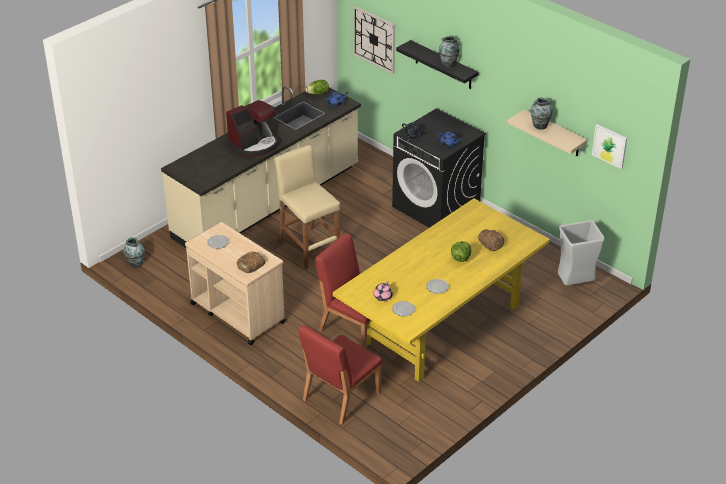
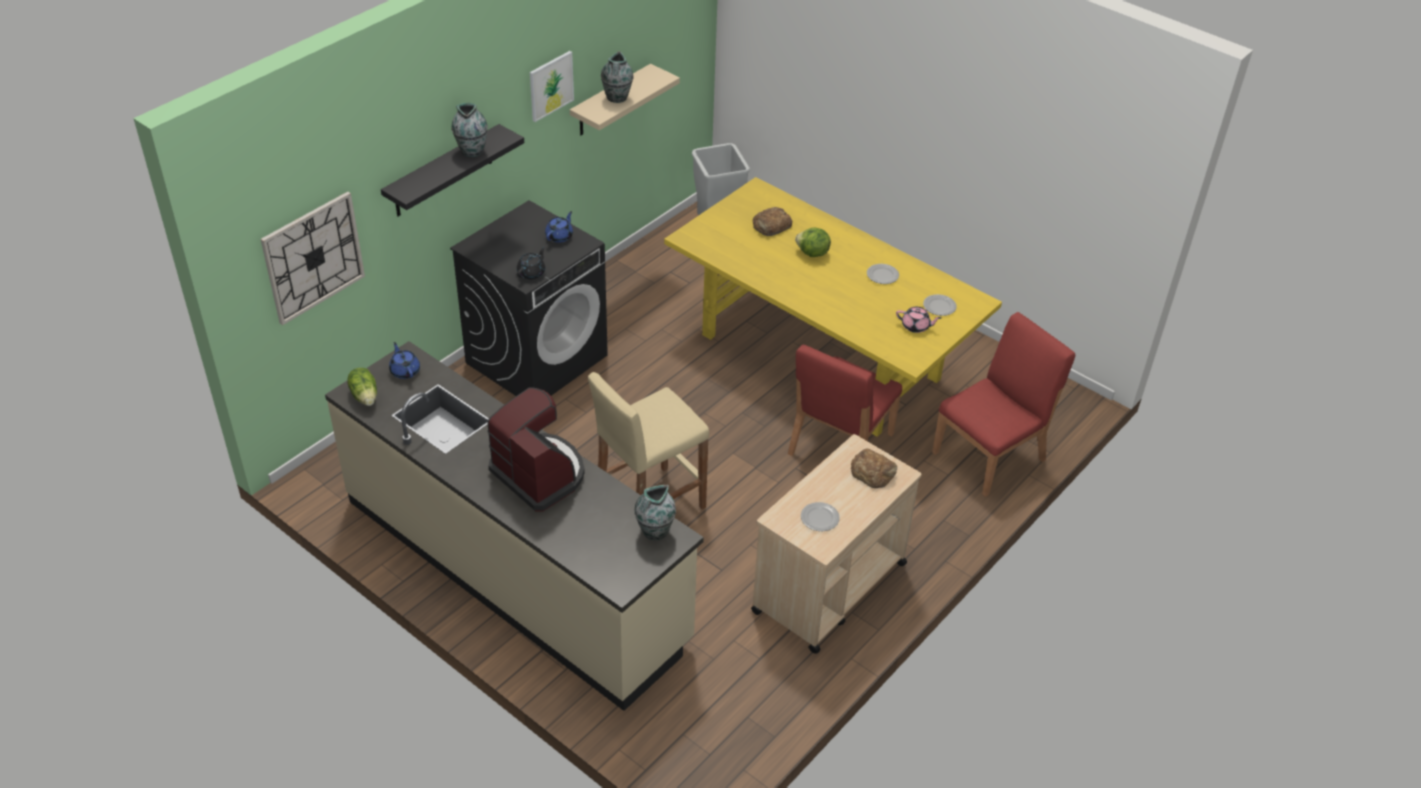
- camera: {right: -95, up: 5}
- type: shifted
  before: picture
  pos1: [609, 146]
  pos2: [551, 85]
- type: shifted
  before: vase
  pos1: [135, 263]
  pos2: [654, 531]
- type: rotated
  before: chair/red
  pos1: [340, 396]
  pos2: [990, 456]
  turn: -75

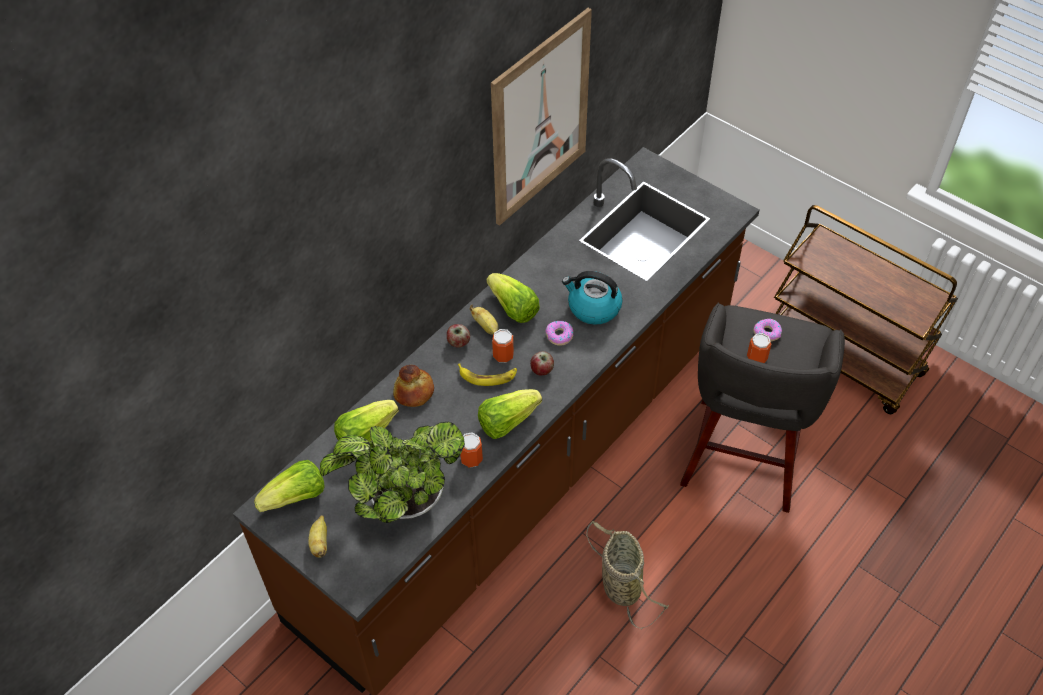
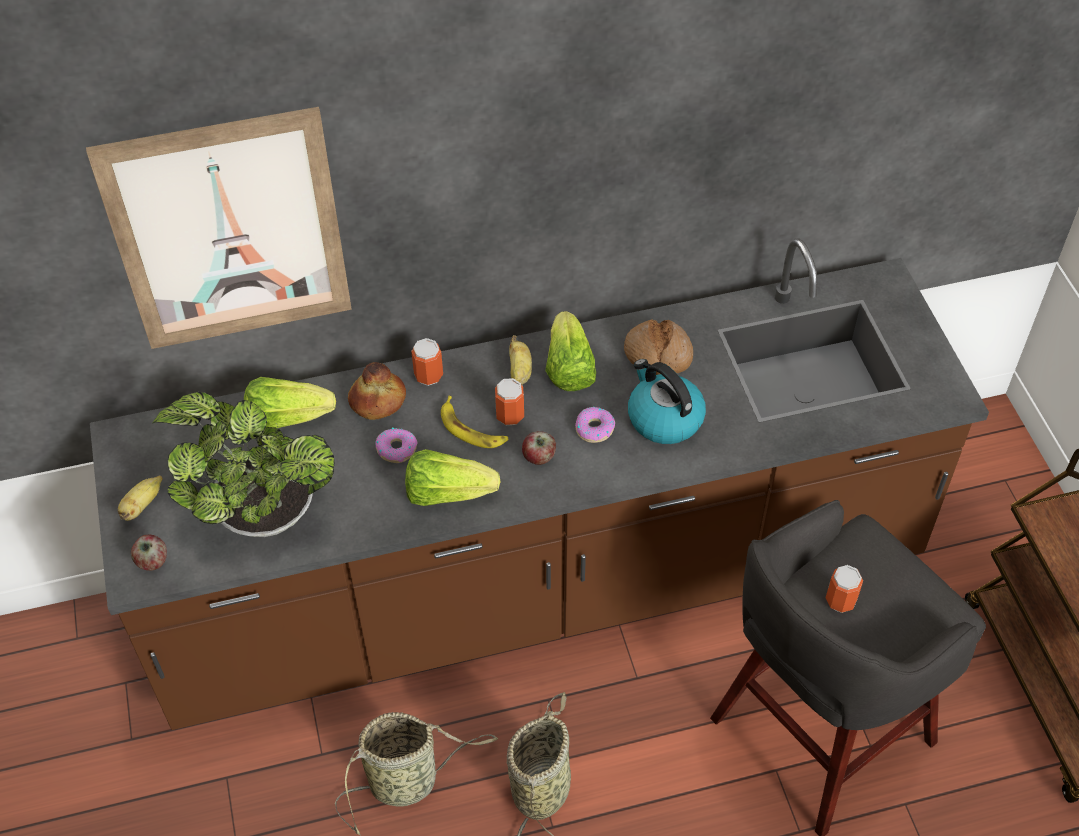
- camera: {right: 35, up: 0}
- type: shifted
  before: picture
  pos1: [540, 119]
  pos2: [229, 232]
- type: shifted
  before: apple
  pos1: [458, 342]
  pos2: [152, 561]
- type: new
  after: basket
  pos2: [408, 781]
- type: shifted
  before: donut
  pos1: [767, 333]
  pos2: [396, 449]
- type: shifted
  before: can
  pos1: [471, 459]
  pos2: [428, 375]
- type: new
  after: bread
  pos2: [658, 355]
- type: gone
  before: lettuce
  pos1: [296, 497]

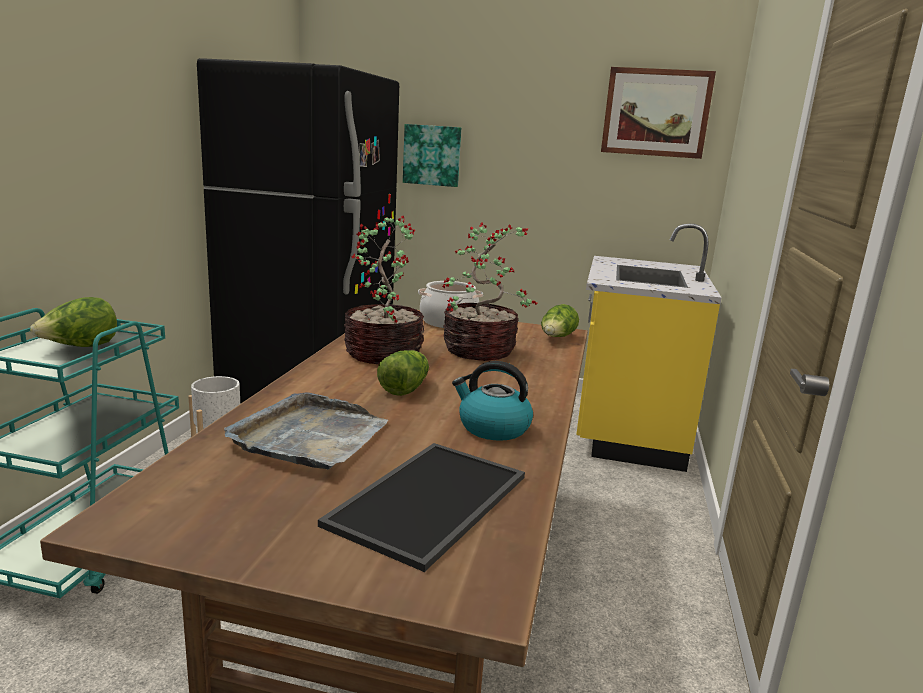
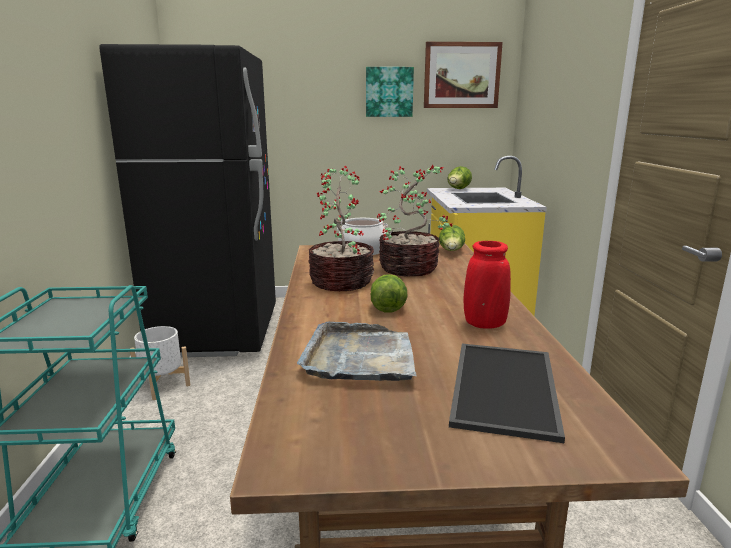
- camera: {right: -15, up: 0}
- type: shifted
  before: picture
  pos1: [432, 155]
  pos2: [389, 92]
- type: shifted
  before: lettuce
  pos1: [80, 348]
  pos2: [458, 189]
- type: swapped
  before: kettle
  after: vase/red
  pos1: [492, 428]
  pos2: [484, 324]

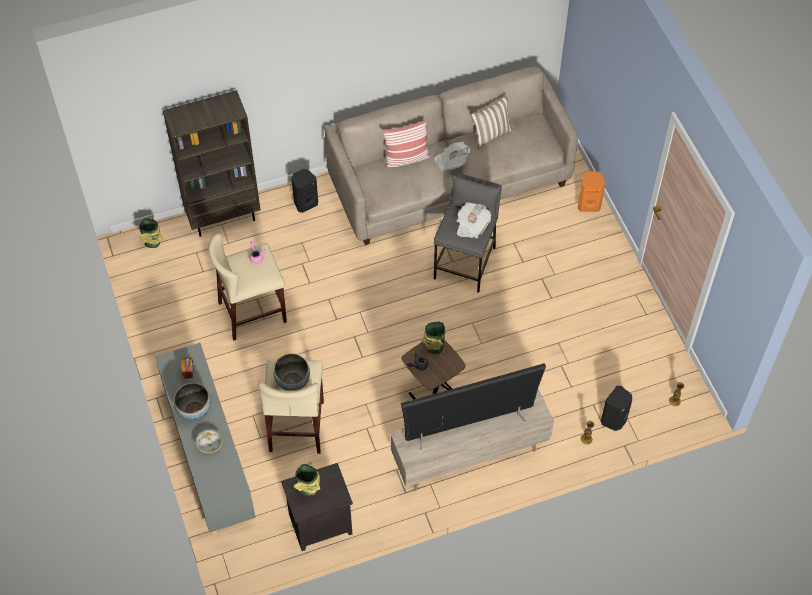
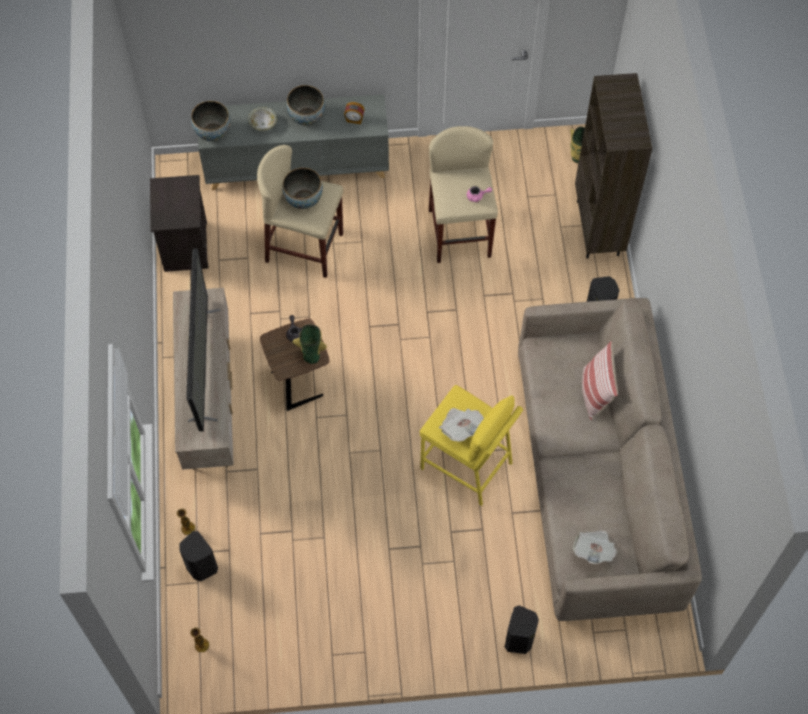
- camera: {right: 105, up: 5}
- type: new
  after: bowl
  pos2: [213, 133]
- type: repainted
  before: stool/grey
  after: stool/yellow
  pos1: [466, 263]
  pos2: [466, 466]
- type: repainted
  before: speaker/orange
  after: speaker/black
  pos1: [588, 204]
  pos2: [519, 640]
- type: shifted
  before: newspaper
  pos1: [451, 162]
  pos2: [594, 550]
- type: gone
  before: vase
  pos1: [309, 489]
- type: gone
  before: pillow
  pos1: [490, 135]

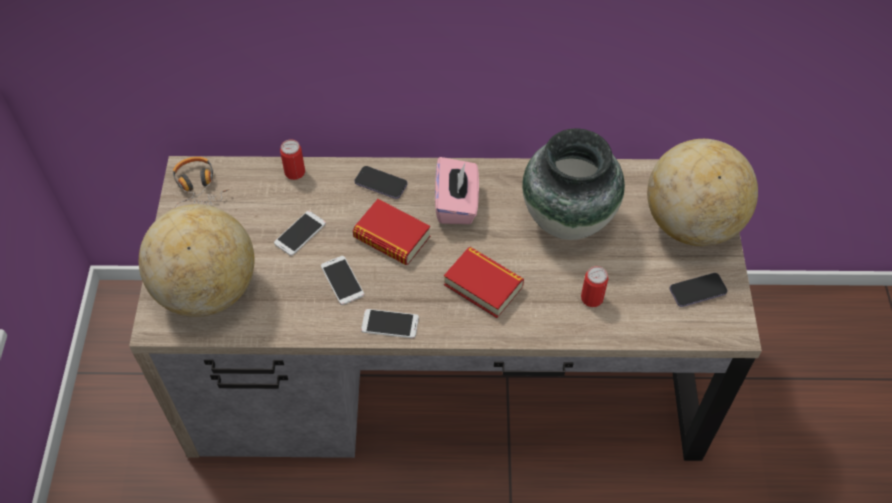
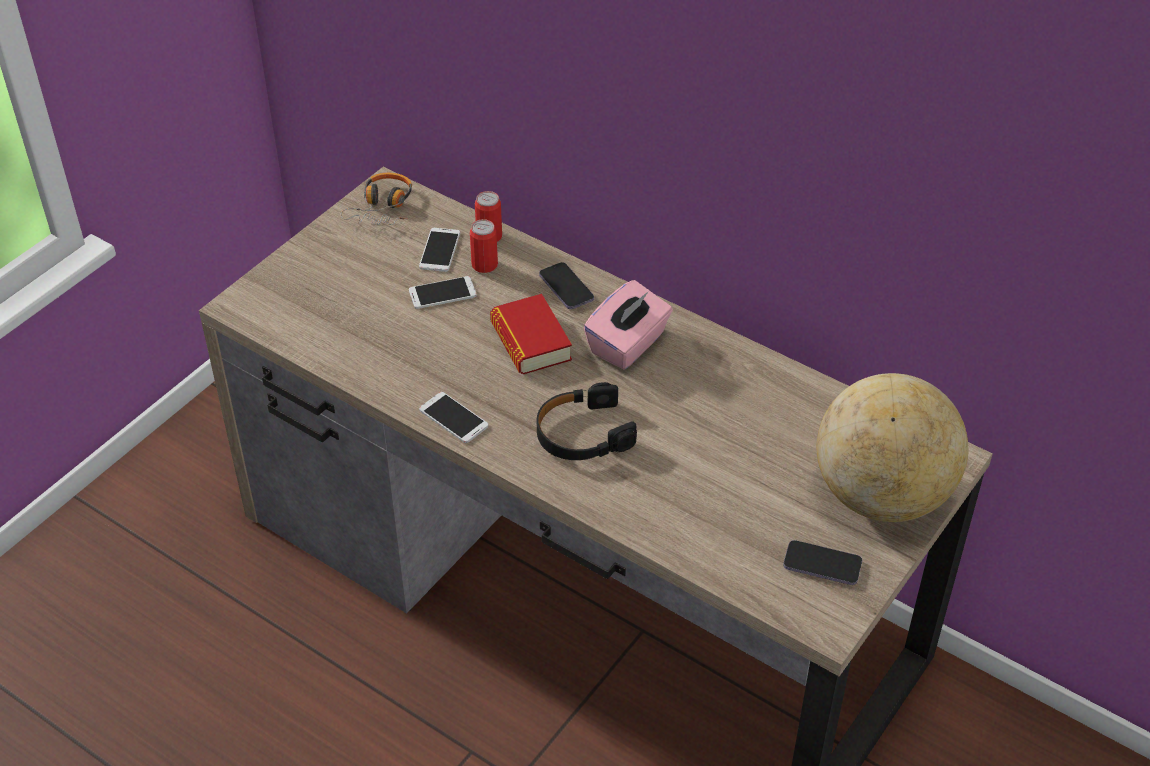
- camera: {right: 35, up: -10}
- type: shifted
  before: phone
  pos1: [342, 280]
  pos2: [439, 250]
- type: shifted
  before: can
  pos1: [592, 298]
  pos2: [484, 265]
- type: swapped
  before: book
  after: headphones/black
  pos1: [483, 285]
  pos2: [582, 433]
- type: gone
  before: globe
  pos1: [208, 290]
- type: gone
  before: vase
  pos1: [568, 220]

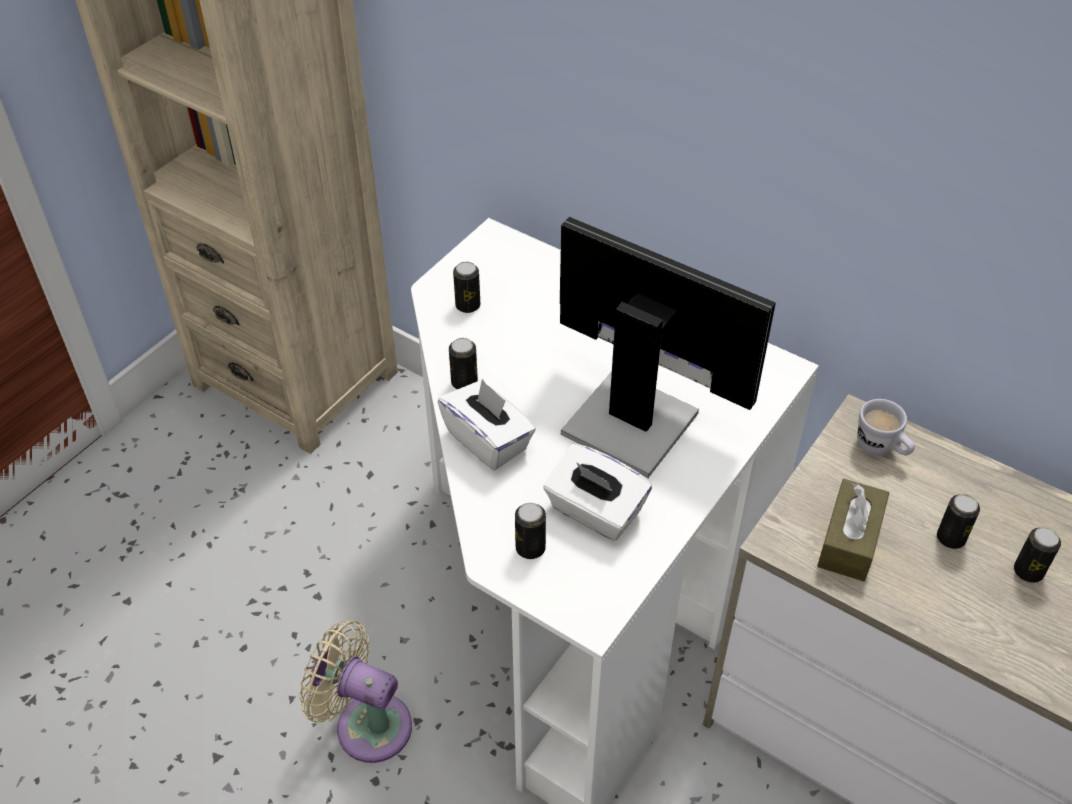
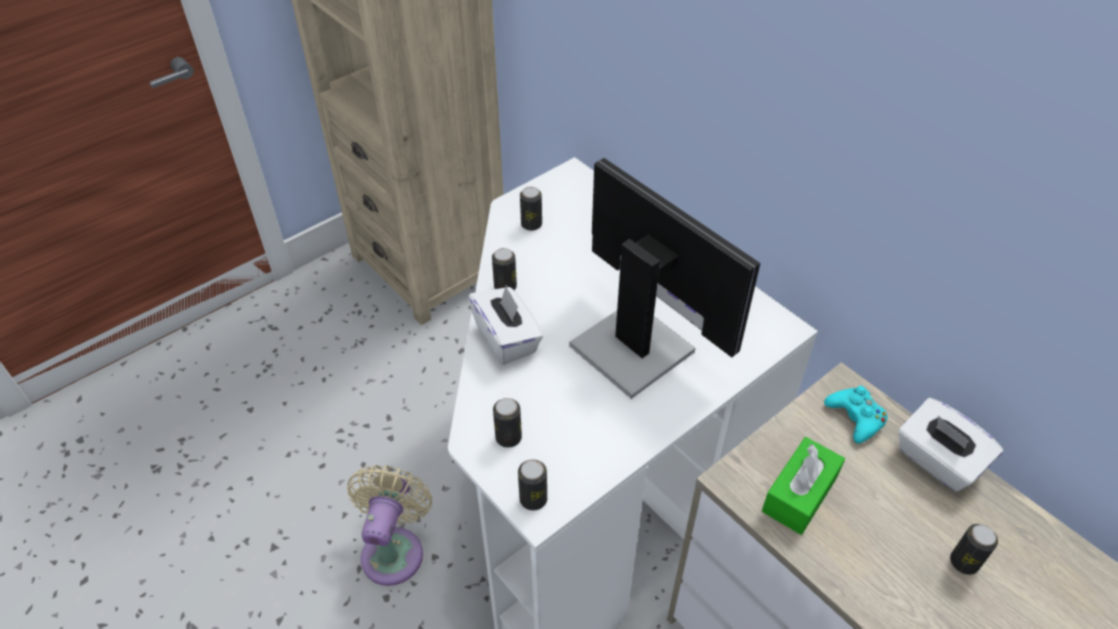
- camera: {right: 15, up: 0}
- type: rotated
  before: fan/beige
  pos1: [366, 724]
  pos2: [394, 549]
  turn: 60
- type: shifted
  before: can
  pos1: [950, 538]
  pos2: [533, 499]
- type: repainted
  before: tissue box/brown
  after: tissue box/green
  pos1: [849, 540]
  pos2: [799, 494]
- type: swapped
  before: mug/white
  after: game controller/turquoise
  pos1: [881, 449]
  pos2: [855, 418]
- type: shifted
  before: tissue box/white
  pos1: [595, 512]
  pos2: [937, 461]

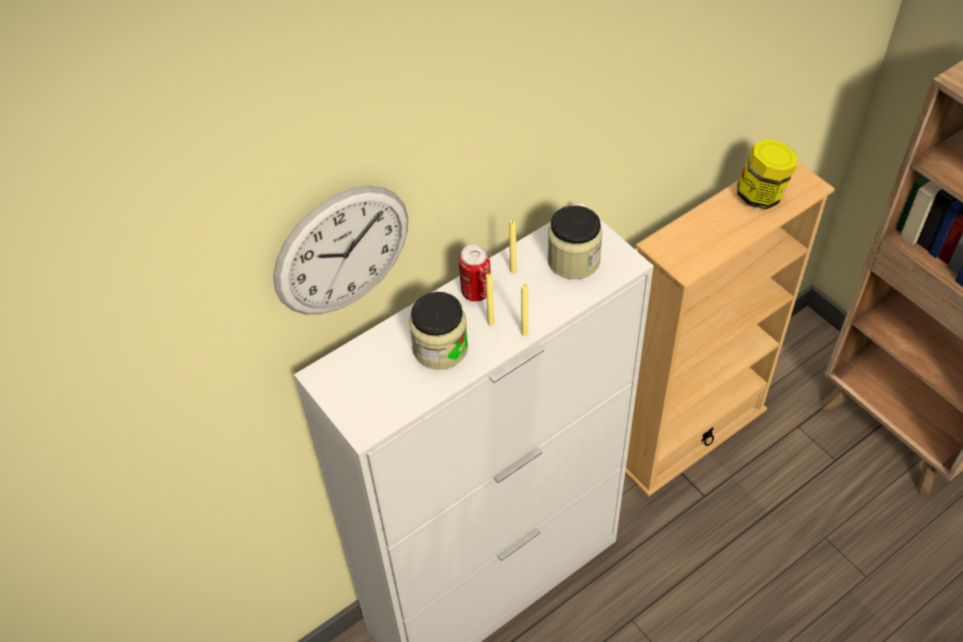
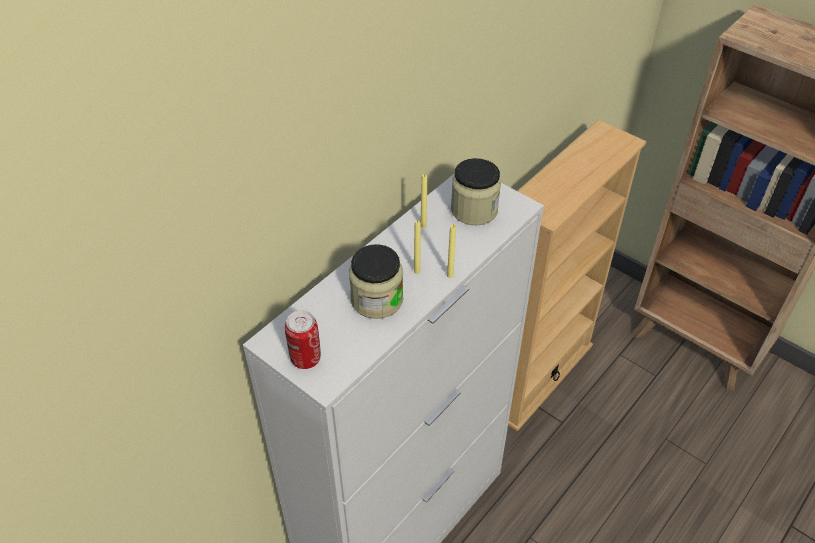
- camera: {right: -15, up: -5}
- type: shifted
  before: can
  pos1: [476, 292]
  pos2: [305, 359]
- type: gone
  before: wall clock
  pos1: [342, 251]
- type: gone
  before: jar
  pos1: [761, 195]

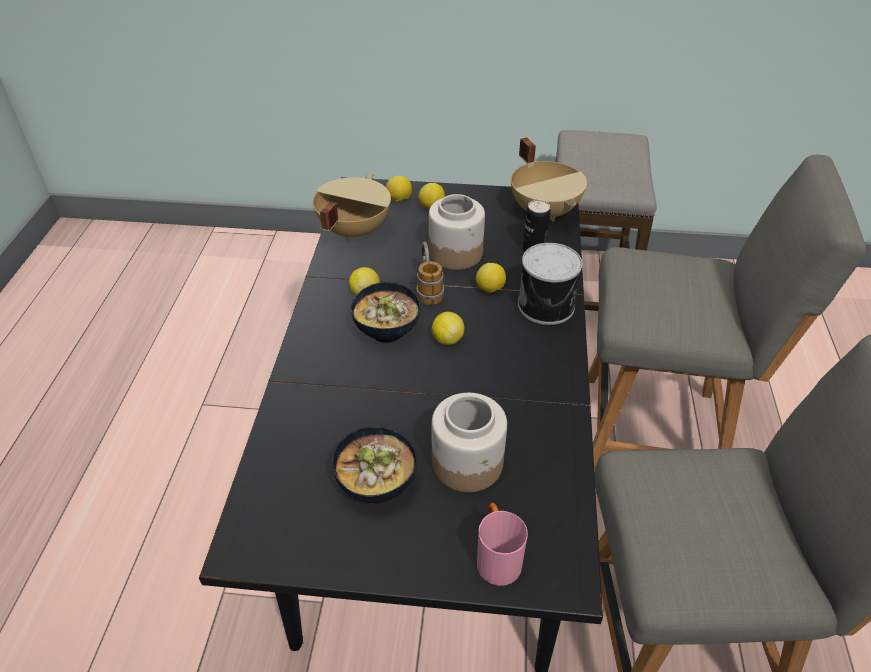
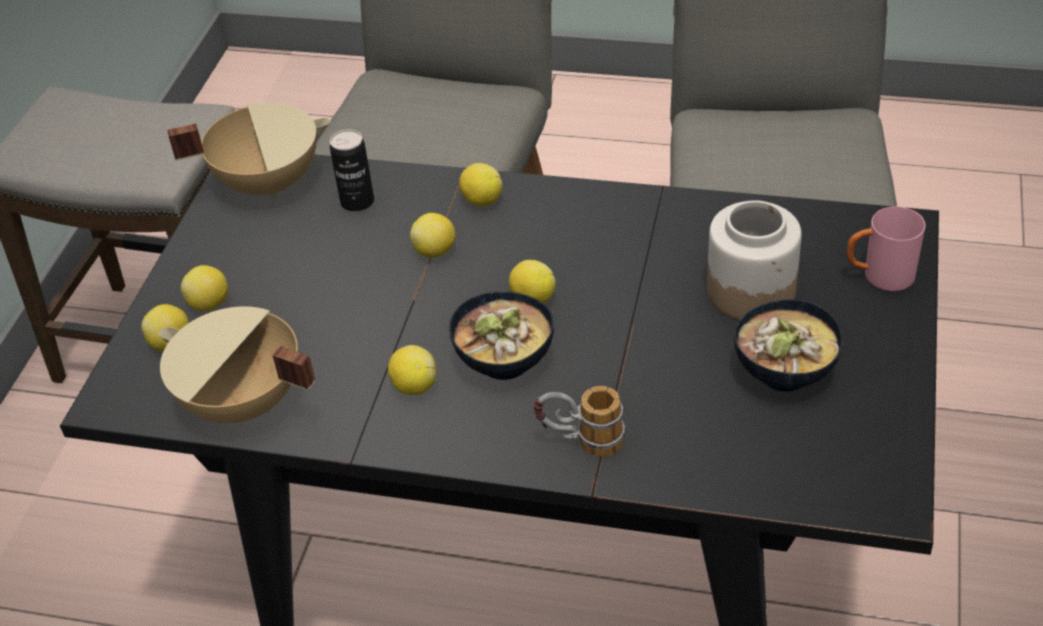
- camera: {right: -80, up: 0}
- type: swapped
  before: can
  after: lemon
  pos1: [547, 305]
  pos2: [482, 200]
- type: shifted
  before: mug
  pos1: [428, 288]
  pos2: [580, 442]
- type: gone
  before: jar
  pos1: [456, 253]

